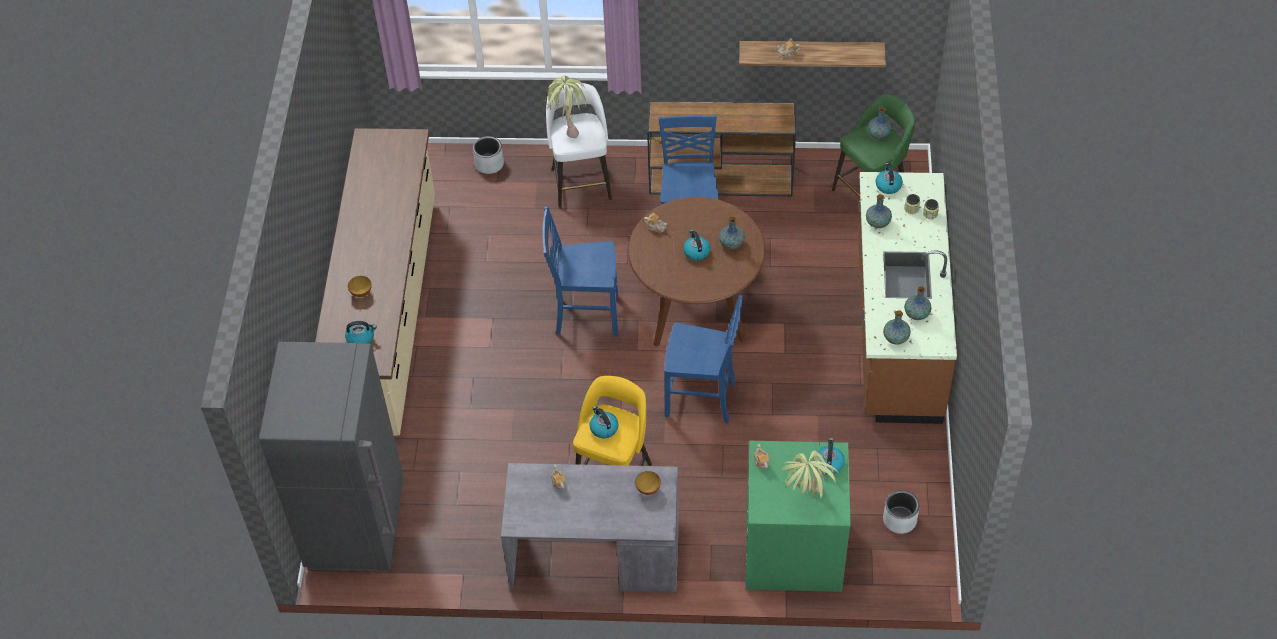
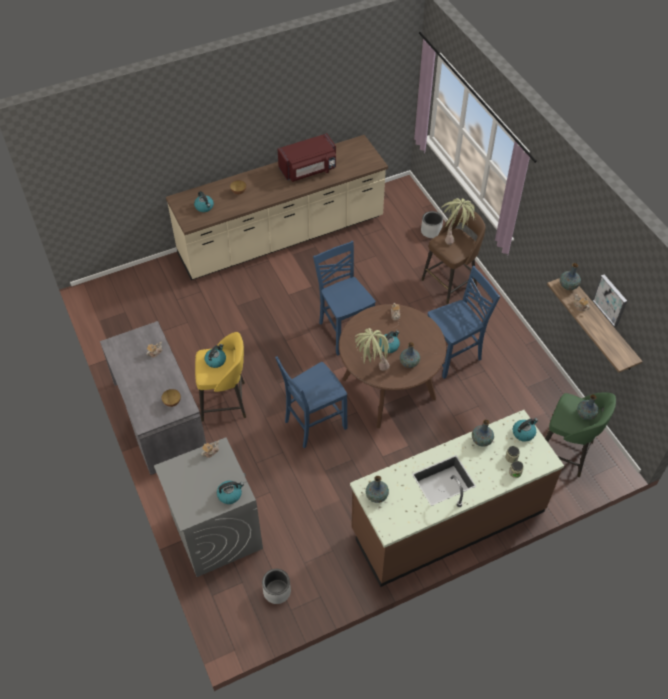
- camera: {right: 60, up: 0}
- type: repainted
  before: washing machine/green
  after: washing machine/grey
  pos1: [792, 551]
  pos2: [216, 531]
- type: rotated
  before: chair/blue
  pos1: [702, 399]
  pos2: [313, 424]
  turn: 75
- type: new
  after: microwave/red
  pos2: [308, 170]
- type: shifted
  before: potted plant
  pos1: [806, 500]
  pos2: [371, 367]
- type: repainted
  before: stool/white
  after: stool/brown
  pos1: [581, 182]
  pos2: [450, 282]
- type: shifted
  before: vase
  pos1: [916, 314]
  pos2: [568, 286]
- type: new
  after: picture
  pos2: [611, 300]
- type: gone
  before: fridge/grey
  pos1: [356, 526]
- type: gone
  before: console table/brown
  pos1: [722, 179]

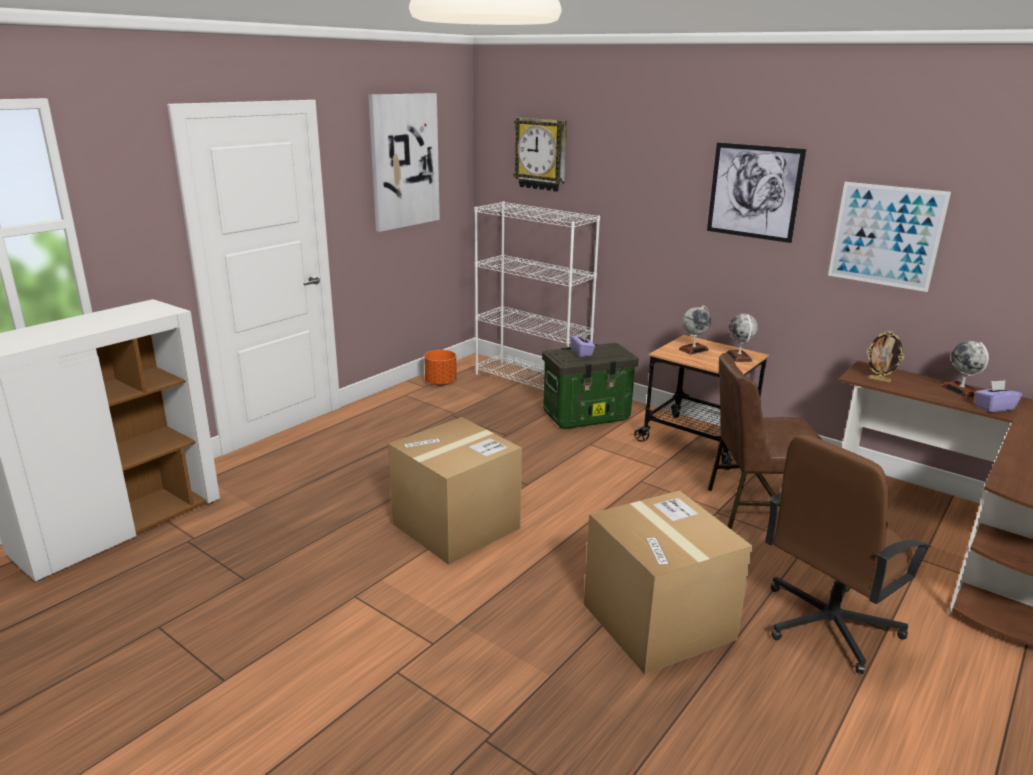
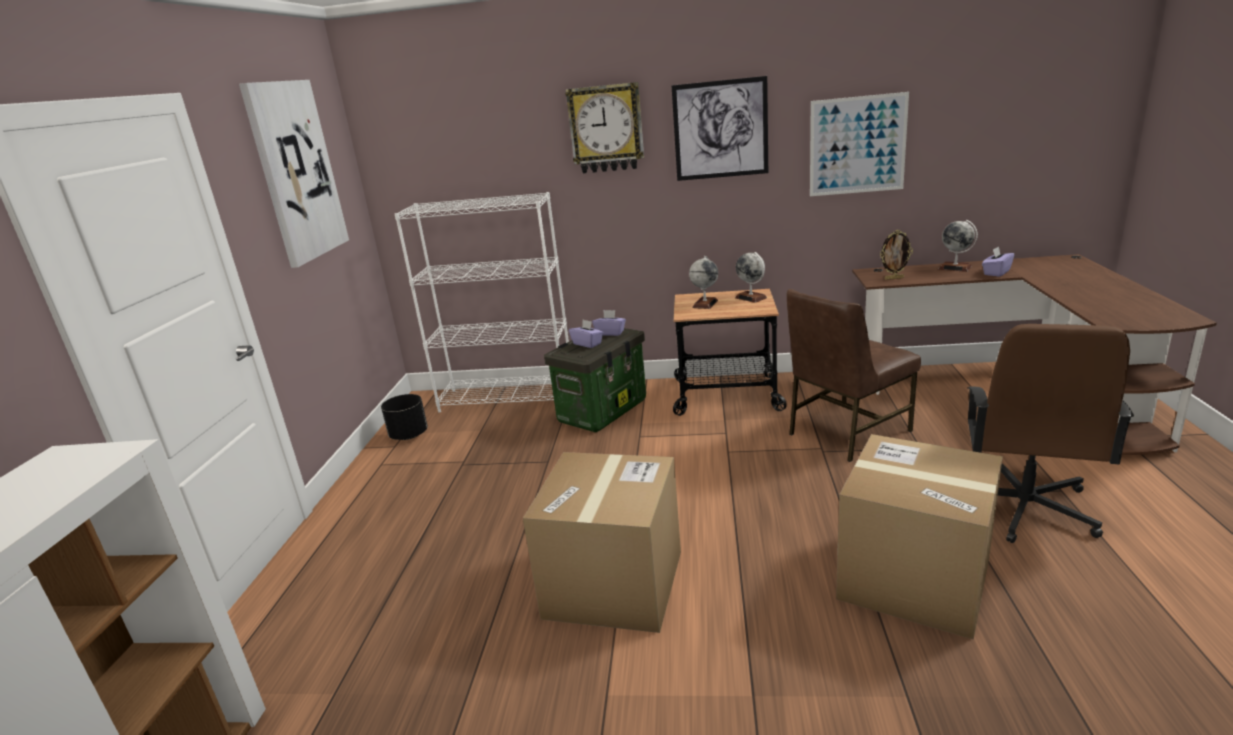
- camera: {right: -30, up: 0}
- type: repainted
  before: planter/orange
  after: planter/black
  pos1: [441, 383]
  pos2: [409, 435]
- type: shifted
  before: wall clock
  pos1: [541, 154]
  pos2: [606, 128]
- type: new
  after: tissue box/purple
  pos2: [610, 333]

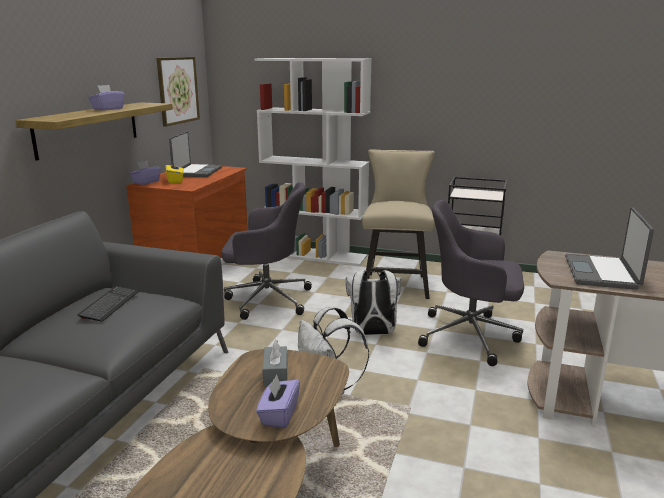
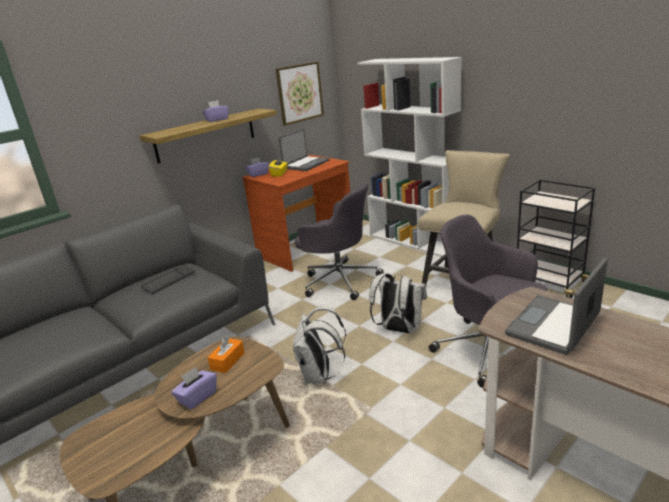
- camera: {right: 30, up: 5}
- type: repainted
  before: tissue box/grey
  after: tissue box/orange
  pos1: [275, 373]
  pos2: [227, 361]

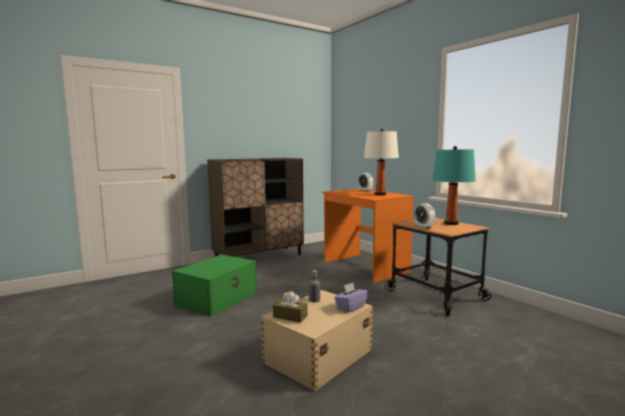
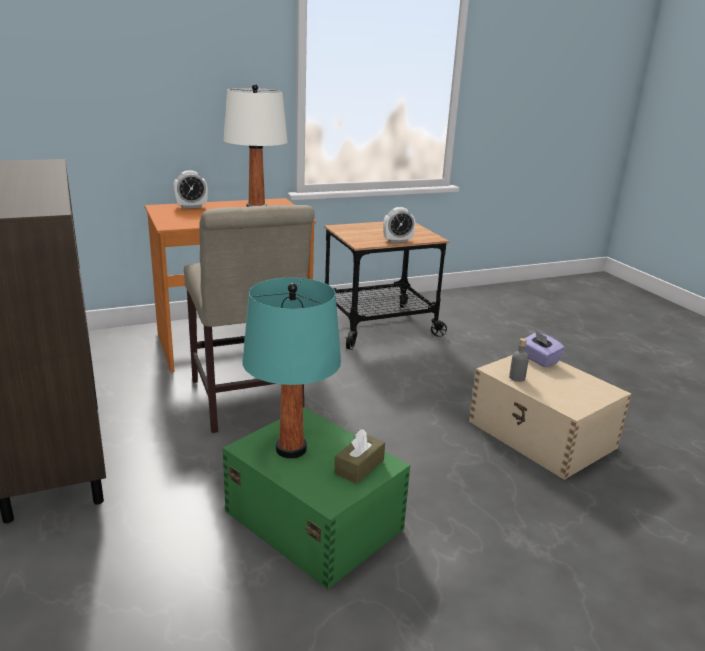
- camera: {right: -80, up: 15}
- type: new
  after: chair/beige
  pos2: [247, 402]
- type: shifted
  before: table lamp/turquoise
  pos1: [451, 223]
  pos2: [291, 449]
- type: shifted
  before: tissue box/brown
  pos1: [290, 316]
  pos2: [359, 467]

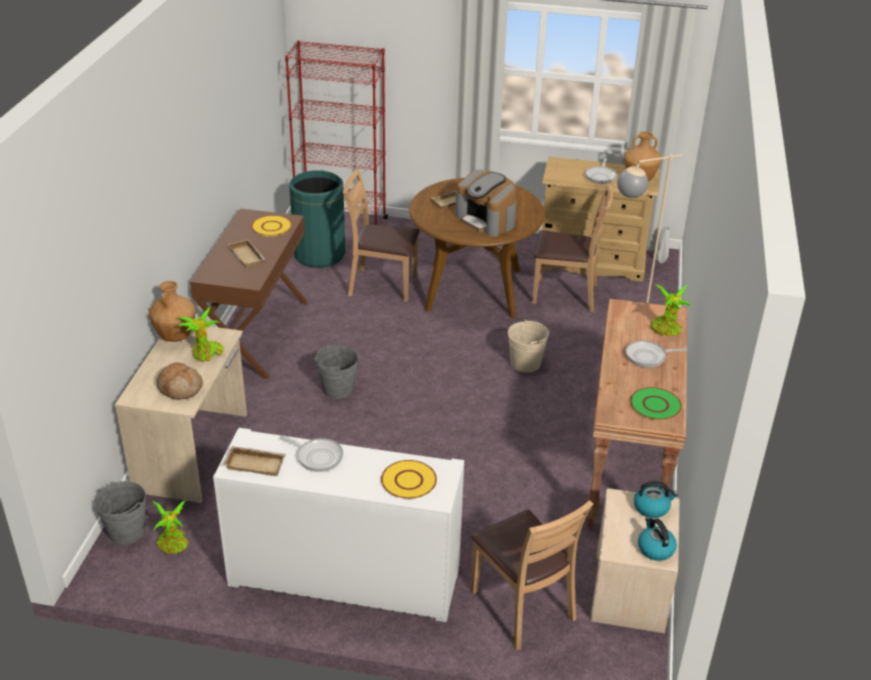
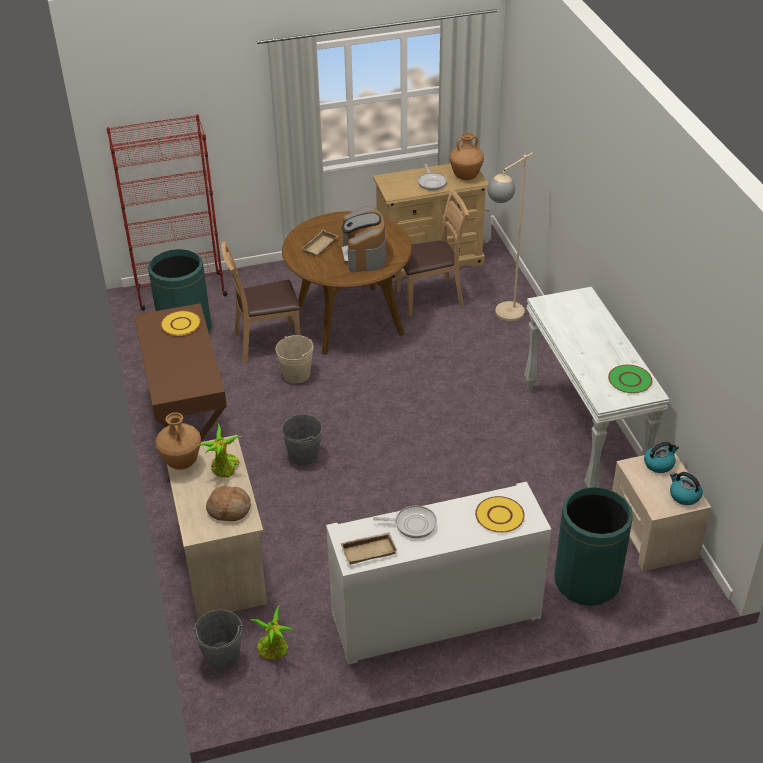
- camera: {right: -25, up: 5}
- type: shifted
  before: bucket/beige
  pos1: [525, 363]
  pos2: [296, 374]
- type: rotated
  before: coffee machine
  pos1: [486, 220]
  pos2: [364, 255]
  turn: 60
- type: repainted
  before: console table/brown
  after: console table/white
  pos1: [628, 467]
  pos2: [584, 434]
- type: swapped
  before: chair/brown
  after: trash can/green
  pos1: [522, 607]
  pos2: [587, 581]
- type: gone
  before: tray/beige
  pos1: [248, 256]
- type: gone
  before: frying pan
  pos1: [648, 356]
- type: gone
  before: potted plant
  pos1: [666, 330]

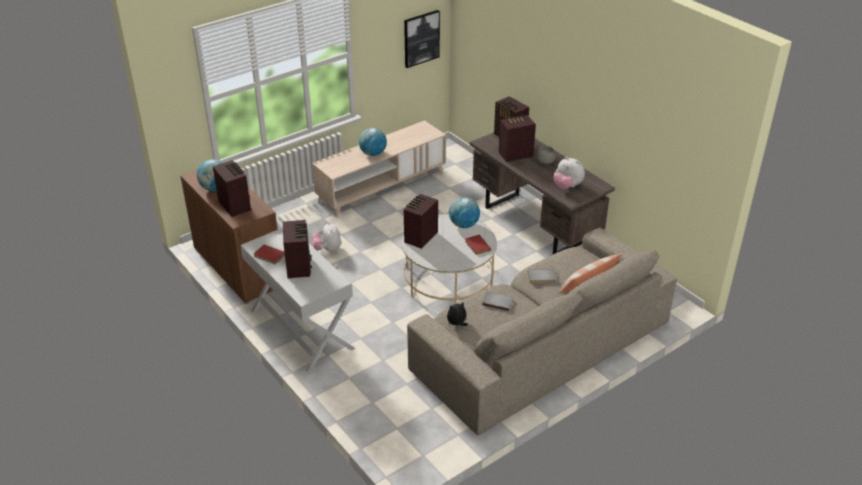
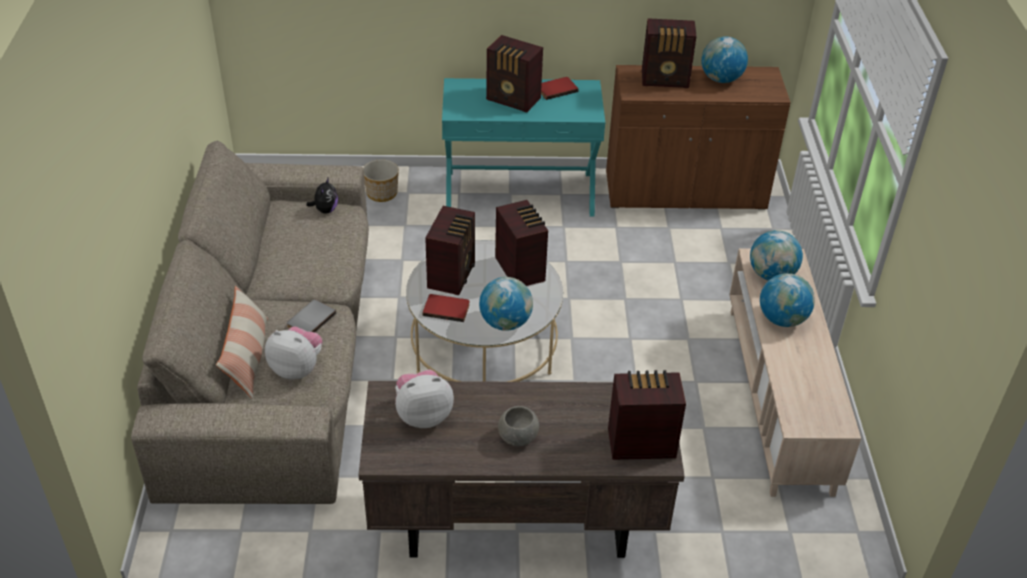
- camera: {right: 125, up: 5}
- type: shifted
  before: plush toy
  pos1: [327, 250]
  pos2: [297, 368]
- type: new
  after: planter
  pos2: [382, 193]
- type: shifted
  before: radio
  pos1: [514, 154]
  pos2: [452, 275]
- type: repainted
  before: console table/white
  after: console table/turquoise
  pos1: [301, 329]
  pos2: [520, 192]
- type: new
  after: globe
  pos2: [771, 275]
- type: gone
  before: picture
  pos1: [421, 38]
- type: gone
  before: book/grey
  pos1: [498, 301]

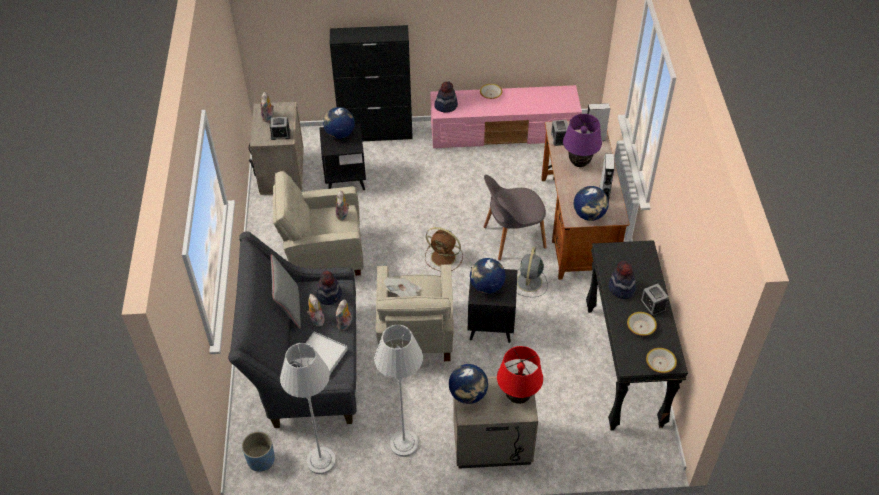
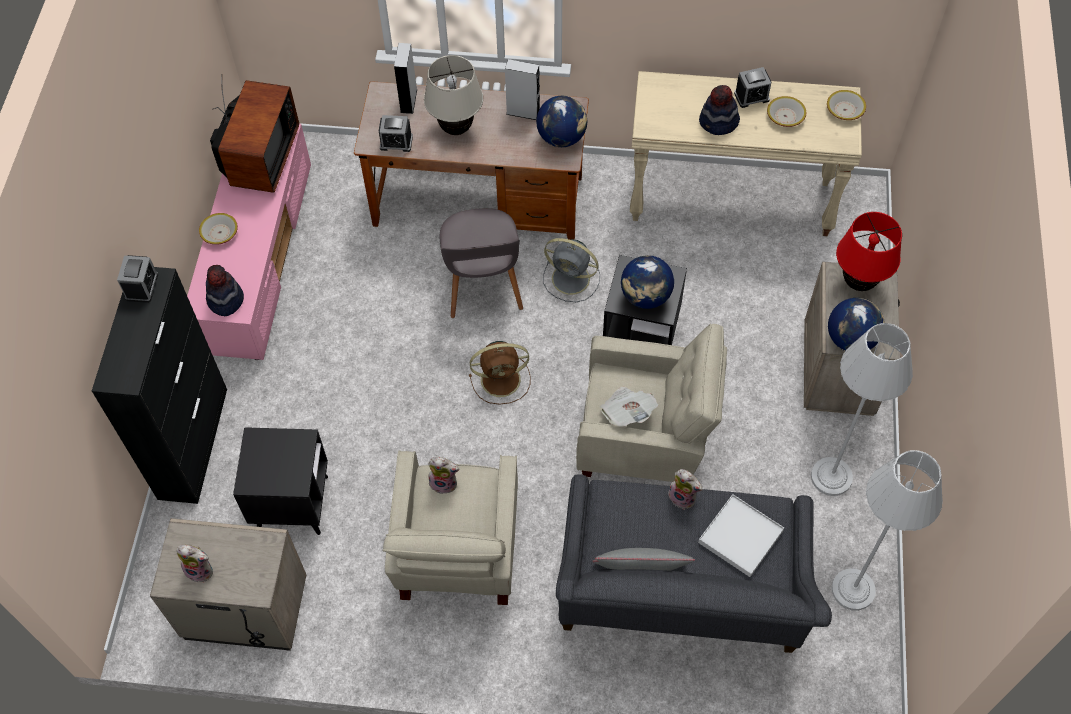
- camera: {right: -80, up: 10}
- type: shifted
  before: alarm clock
  pos1: [280, 134]
  pos2: [142, 286]
- type: new
  after: television
  pos2: [259, 158]
- type: repainted
  before: table lamp/purple
  after: table lamp/beige
  pos1: [579, 163]
  pos2: [456, 128]
- type: rotated
  before: fan/brown
  pos1: [444, 257]
  pos2: [502, 379]
  turn: 45
- type: repainted
  before: console table/black
  after: console table/beige
  pos1: [624, 366]
  pos2: [731, 200]
- type: gone
  before: planter/blue
  pos1: [261, 460]
- type: gone
  before: plush toy
  pos1: [316, 319]
- type: gone
  before: hat
  pos1: [329, 295]
- type: gone
  before: globe
  pos1: [340, 134]

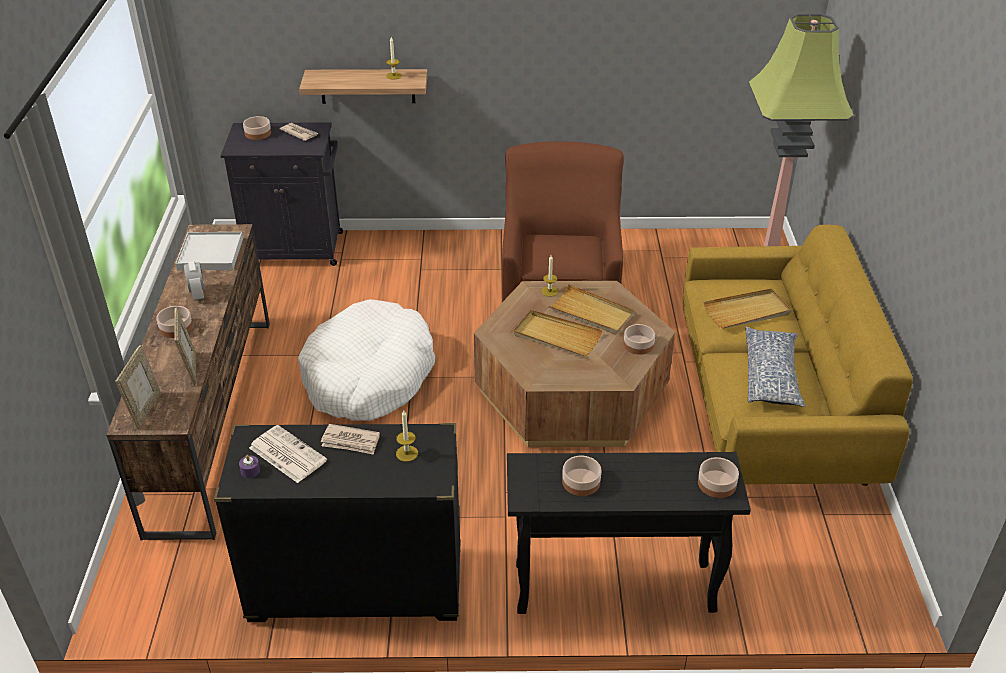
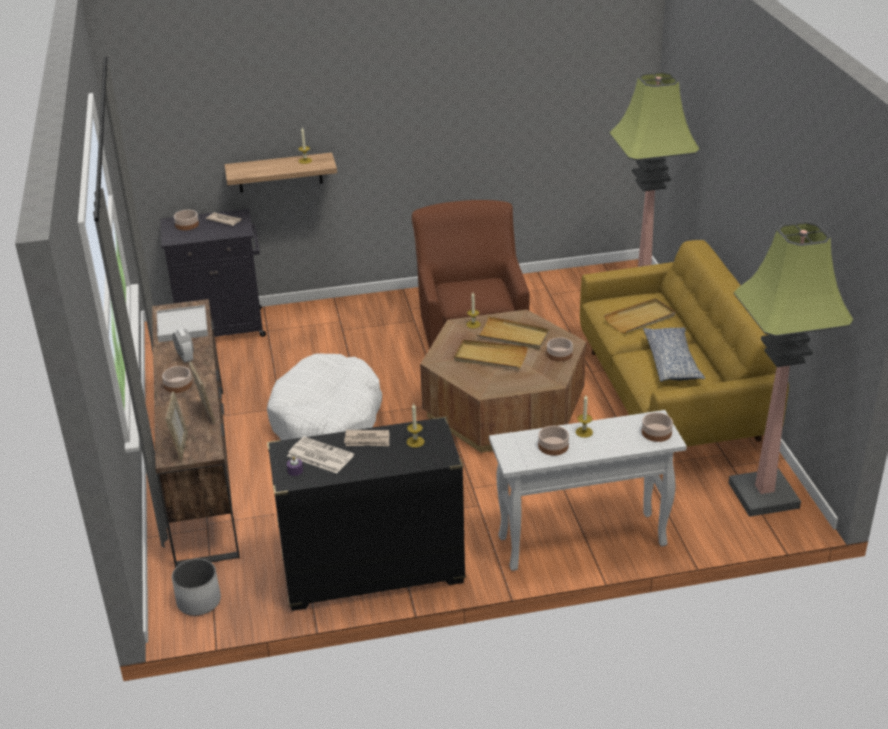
- camera: {right: -10, up: -5}
- type: new
  after: planter/white
  pos2: [198, 601]
- type: repainted
  before: console table/black
  after: console table/white
  pos1: [612, 588]
  pos2: [580, 542]
- type: new
  after: candle
  pos2: [584, 432]
- type: new
  after: floor lamp
  pos2: [764, 496]

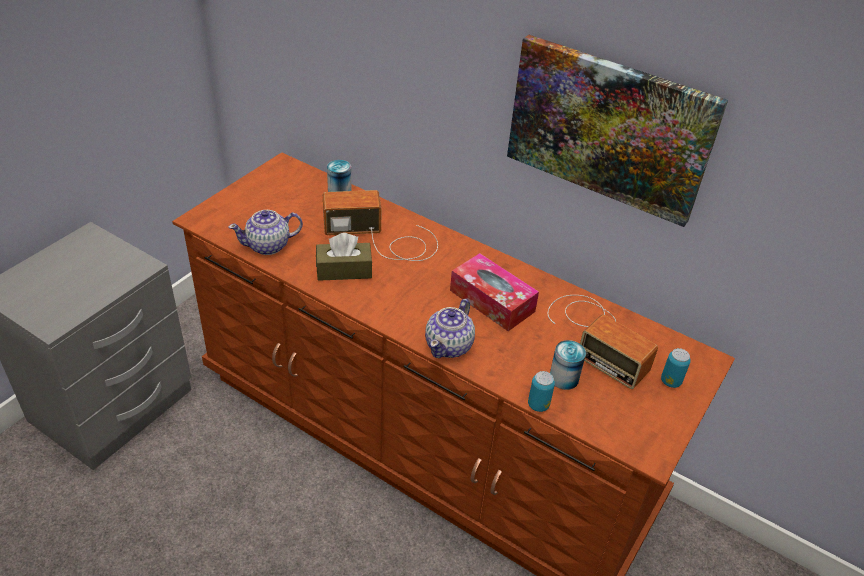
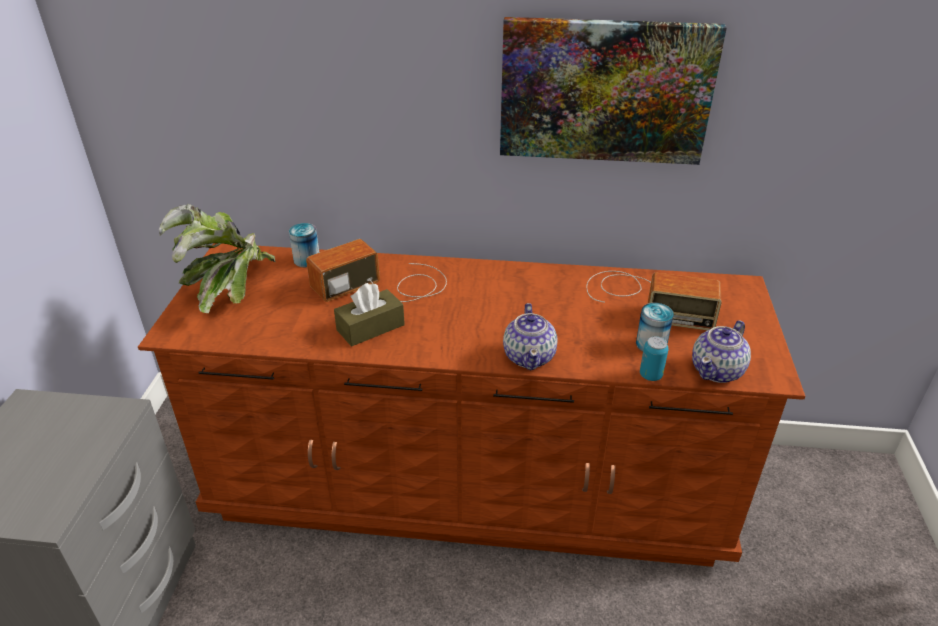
- camera: {right: -25, up: -5}
- type: new
  after: potted plant
  pos2: [230, 290]
- type: shifted
  before: teapot
  pos1: [268, 246]
  pos2: [717, 370]
- type: gone
  before: tissue box
  pos1: [492, 301]
- type: gone
  before: can
  pos1: [670, 381]

